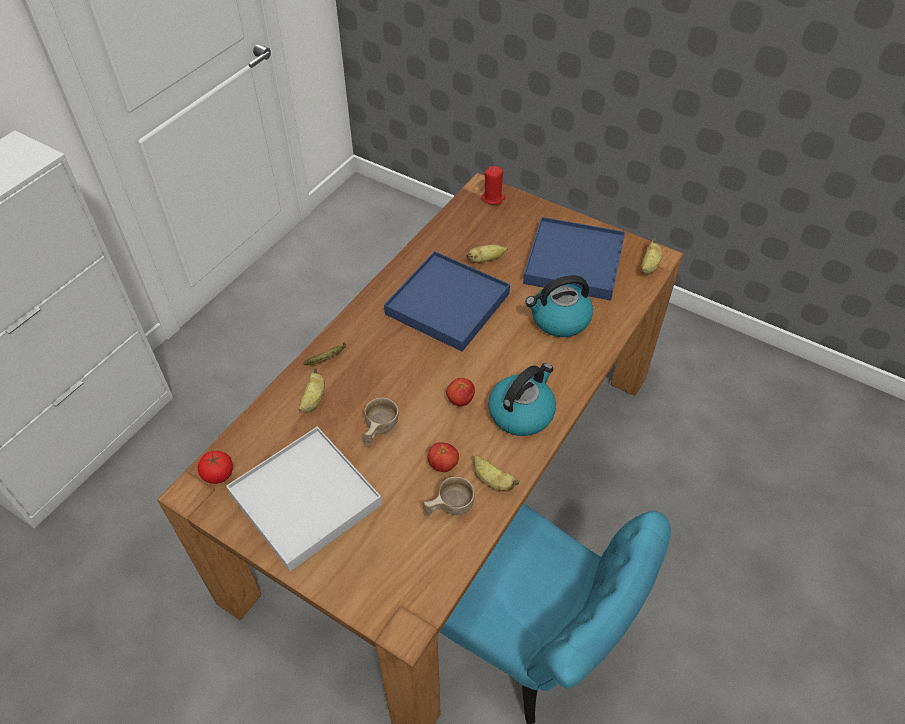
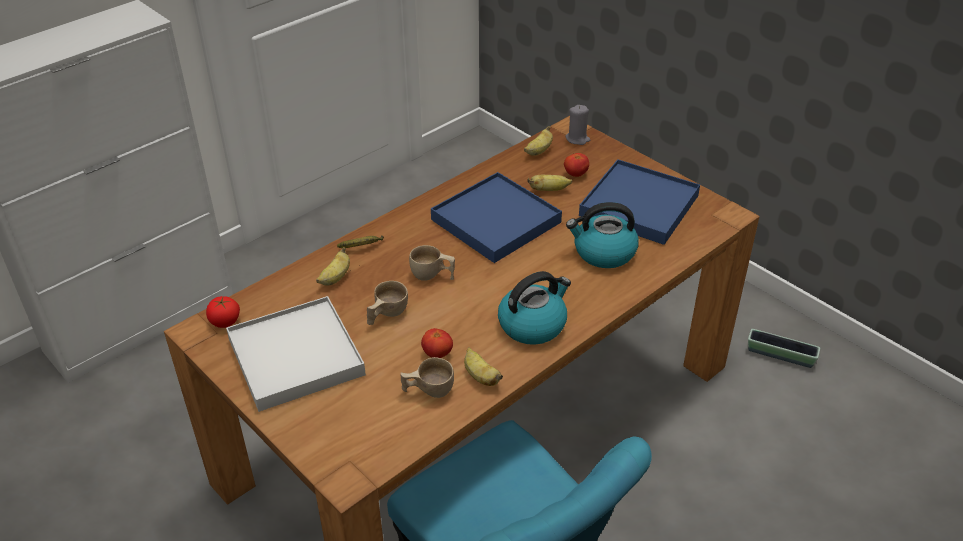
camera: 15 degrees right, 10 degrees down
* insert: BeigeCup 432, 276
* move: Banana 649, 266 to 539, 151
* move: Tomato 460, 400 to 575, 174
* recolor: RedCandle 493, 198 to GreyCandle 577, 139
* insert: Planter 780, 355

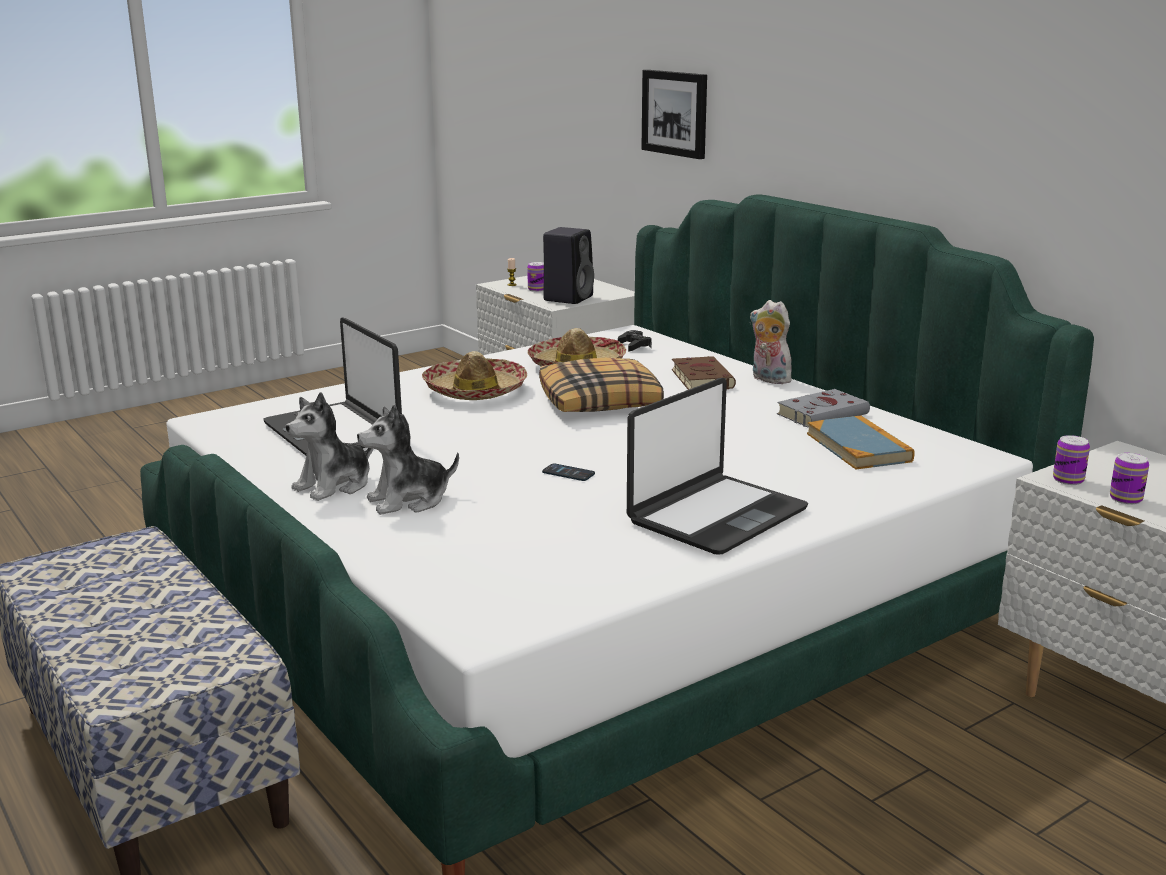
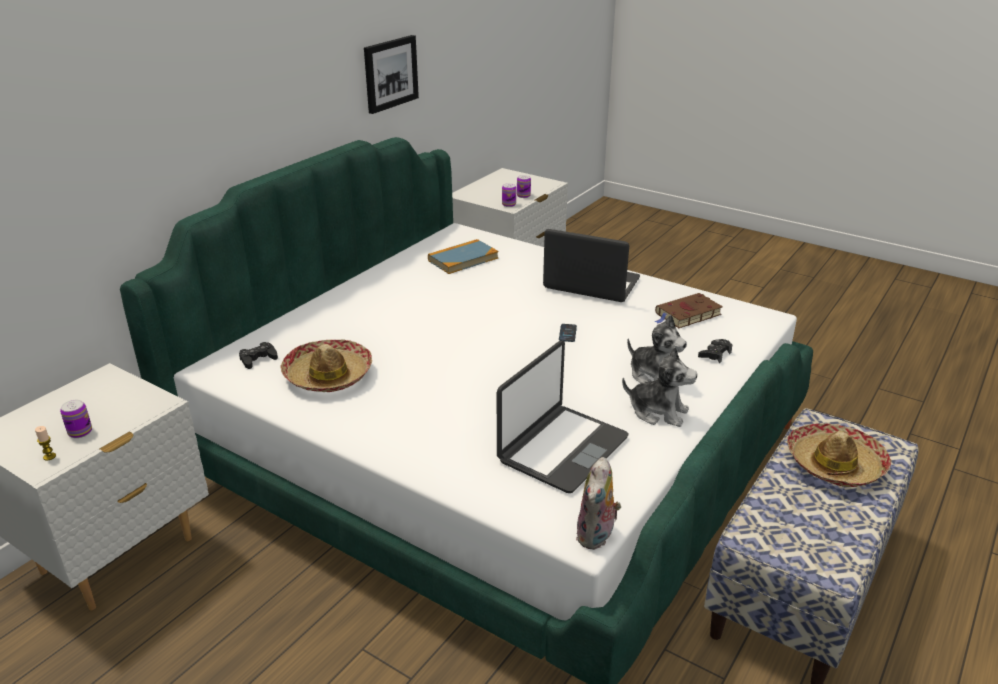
camera: 110 degrees left, 10 degrees up
* move: Picture 675, 113 to 390, 73
* move: PlushToy 768, 379 to 597, 536
* move: BrownBook 701, 378 to 687, 315
* insert: BlackGameController 715, 354
* move: Hat 475, 391 to 835, 464
* delete: Pillow 601, 402
* delete: BlackSpeaker 568, 298
* delete: GreyBook 824, 414

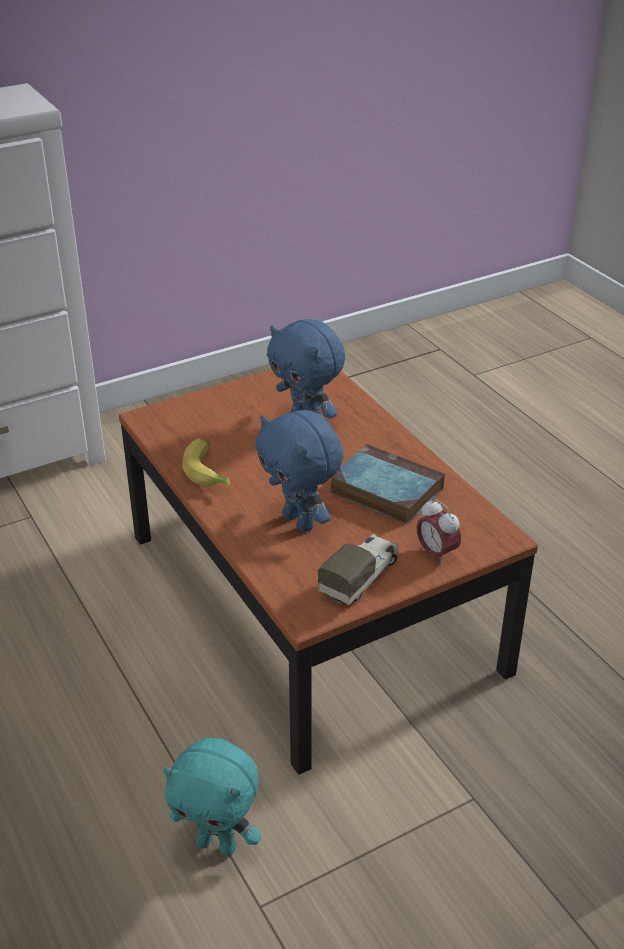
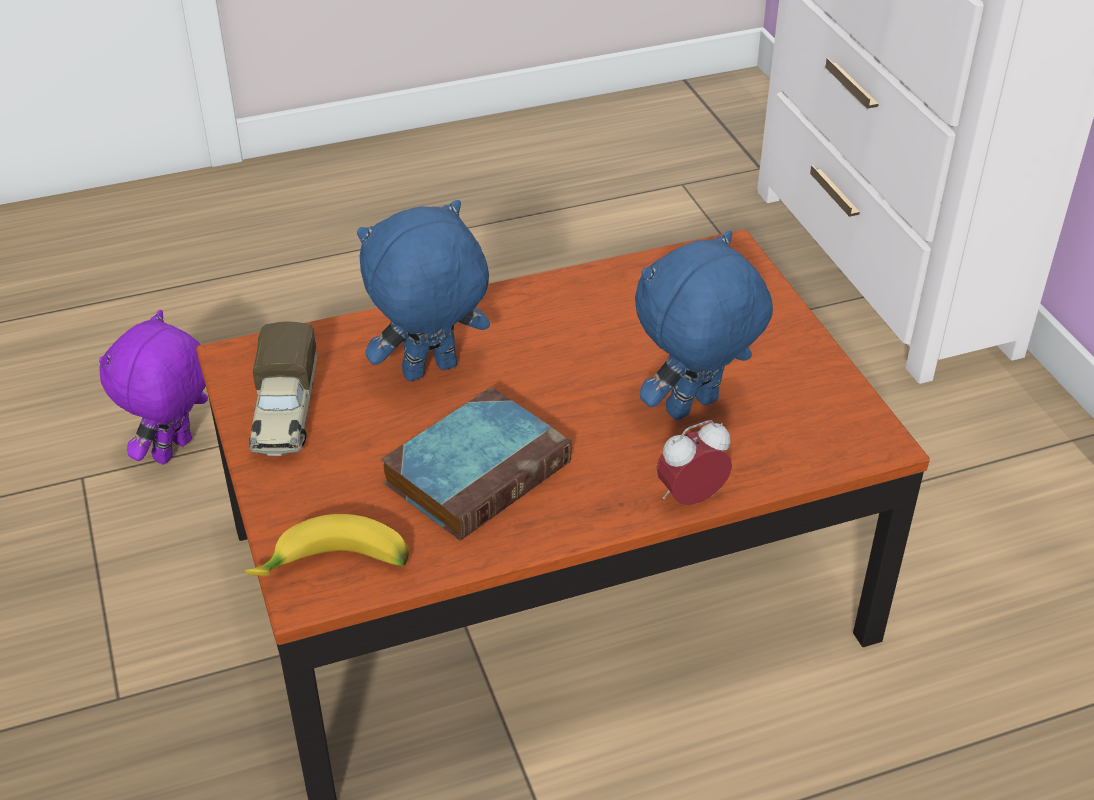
camera: 100 degrees right, 5 degrees up
* recolor: TurquoisePlushToy 218, 844 to PurplePlushToy 175, 452
* move: Banana 210, 472 to 334, 569
* rotate: ToyTruck 360, 578 = 285, 414 45 degrees clockwise
* move: AlarmClock 436, 554 to 691, 497

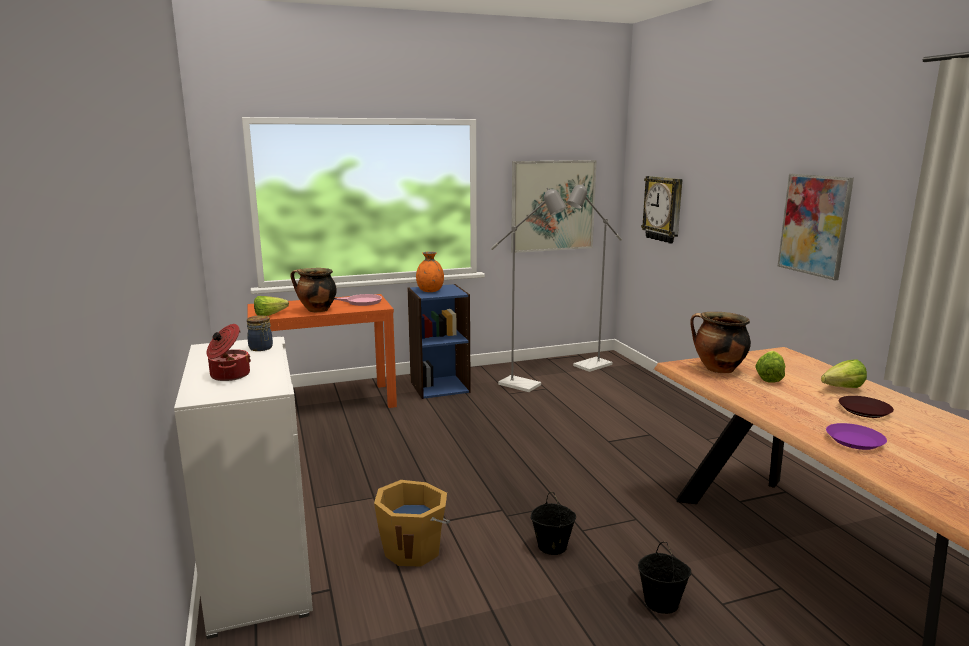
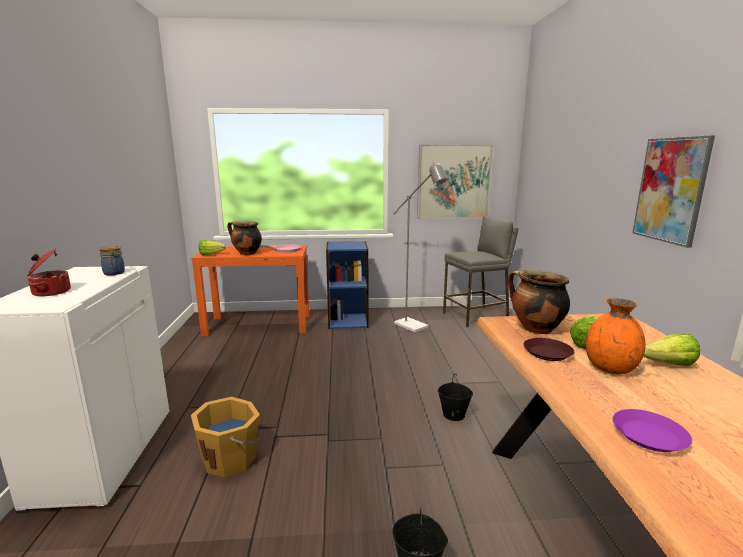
camera: 15 degrees right, 0 degrees up
* move: BlackBucket 551, 546 to 453, 414
* replace: GreyFloorLamp 588, 366 to GreyStool 476, 316
* move: BrownPlate 863, 410 to 547, 353
* move: OrangeVase 430, 291 to 610, 368
* delete: WallClock 663, 209

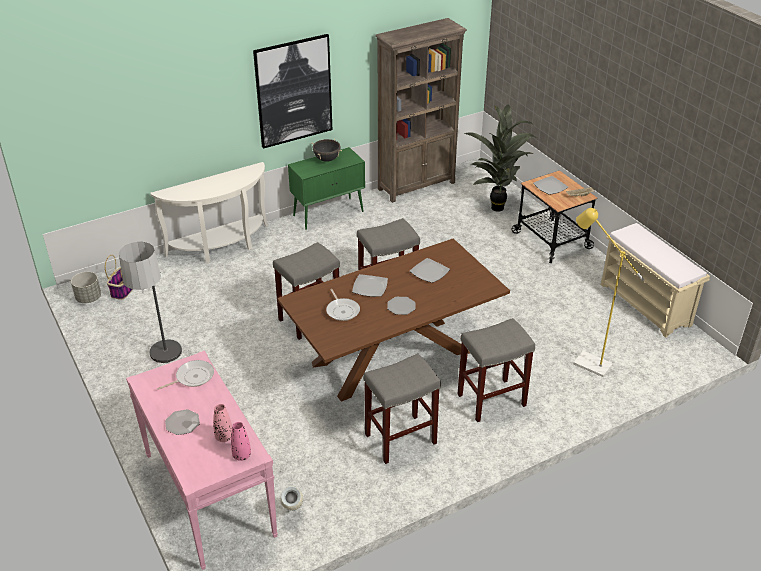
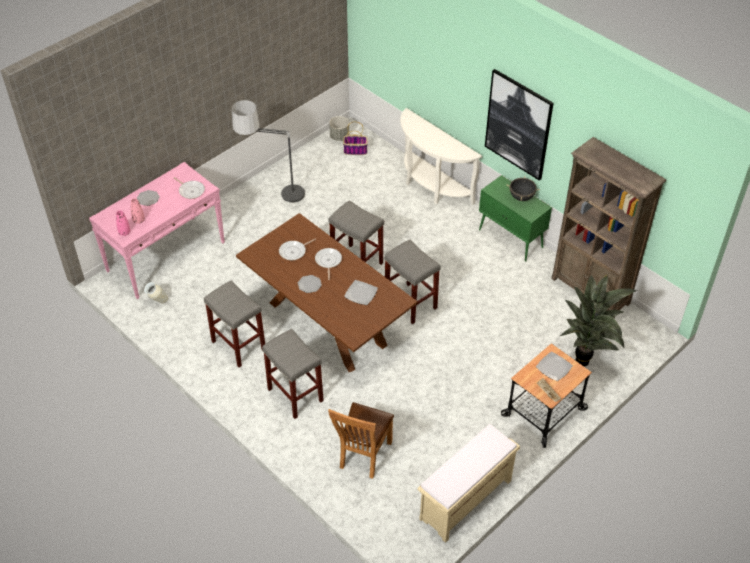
camera: 75 degrees right, 10 degrees up
* replace: Plate 370, 287 to FryingPan 328, 261
* replace: YellowFloorLamp 586, 362 to BrownChair 363, 457

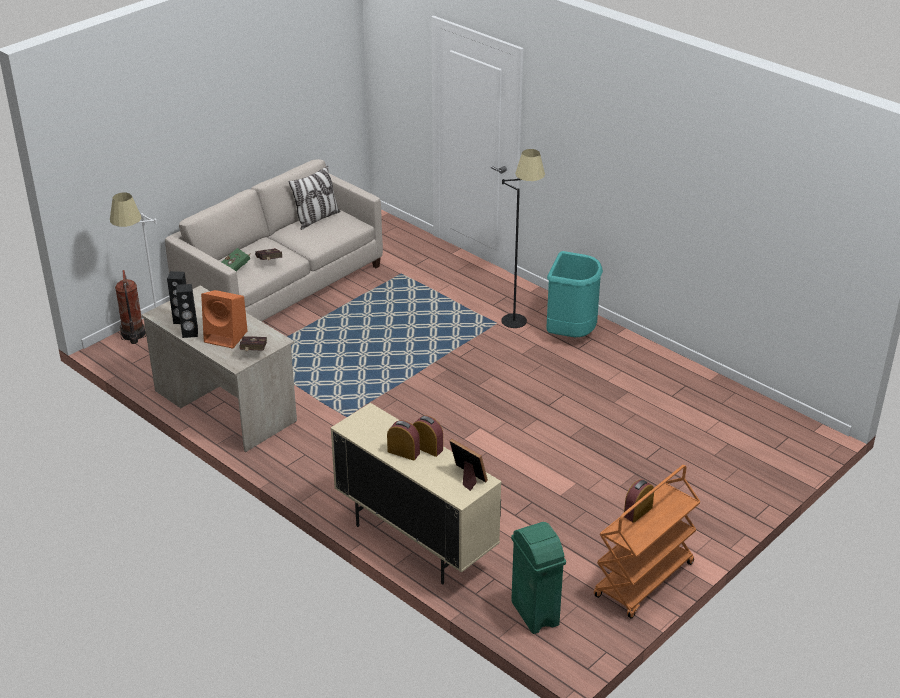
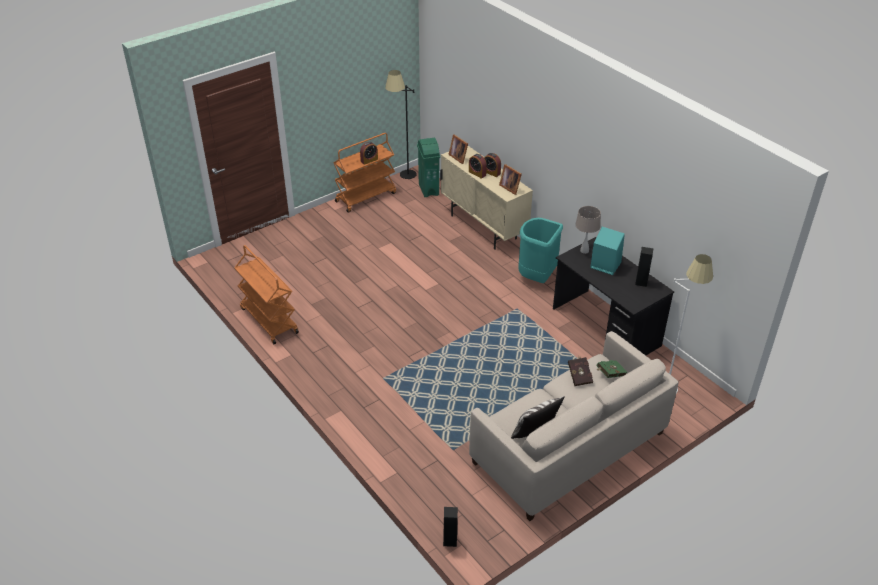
camera: 170 degrees left, 5 degrees up
* insert: OrangeCart 268, 320
* move: BlackFloorLamp 519, 315 to 403, 177
* move: BlackSpeaker 190, 333 to 450, 541
* insert: PictureFrame 510, 187
* move: TurquoiseTrashCan 570, 335 to 536, 277
* recolor: BeigeDesk 225, 406 to BlackDesk 605, 327
* replace: RedBook 253, 352 to BeigeTableLamp 584, 251
* recolor: OrangeSpeaker 227, 336 to TurquoiseSpeaker 604, 265
* delete: FireExtinguisher 133, 335

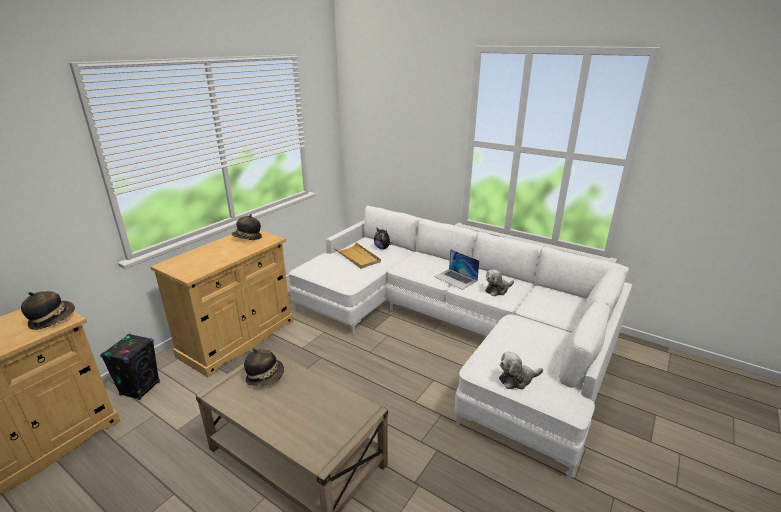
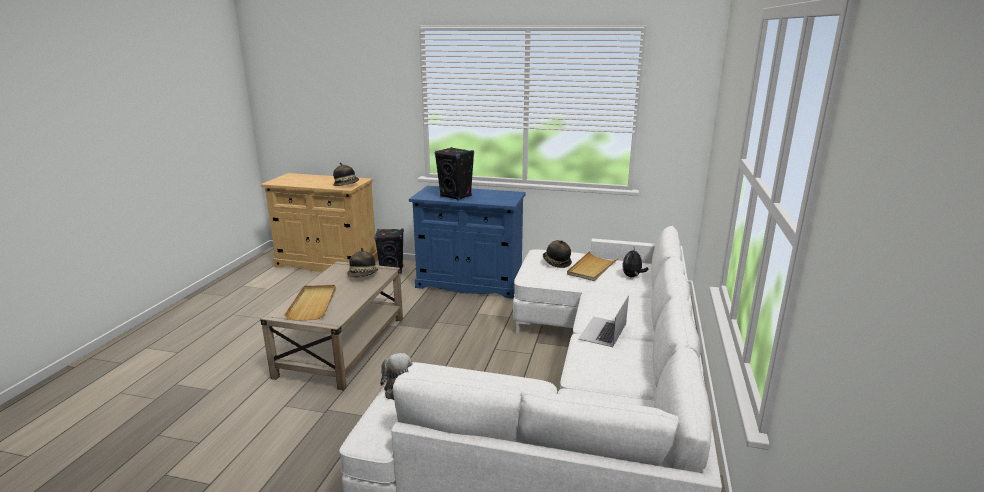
camera: 70 degrees right, 5 degrees down
* insert: BeigeTray 313, 304
* recolor: BeigeCabinet 238, 338 to BlueCabinet 469, 283
* insert: BlackSpeaker 456, 196
* move: Hat 247, 238 to 556, 263
* delete: PlushToy 497, 290

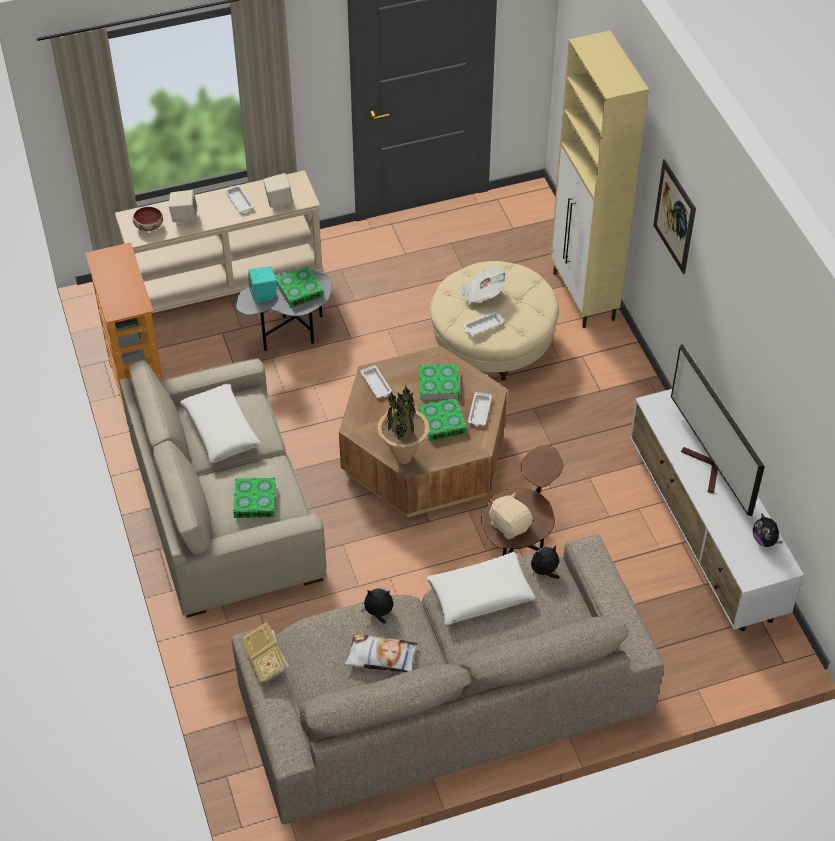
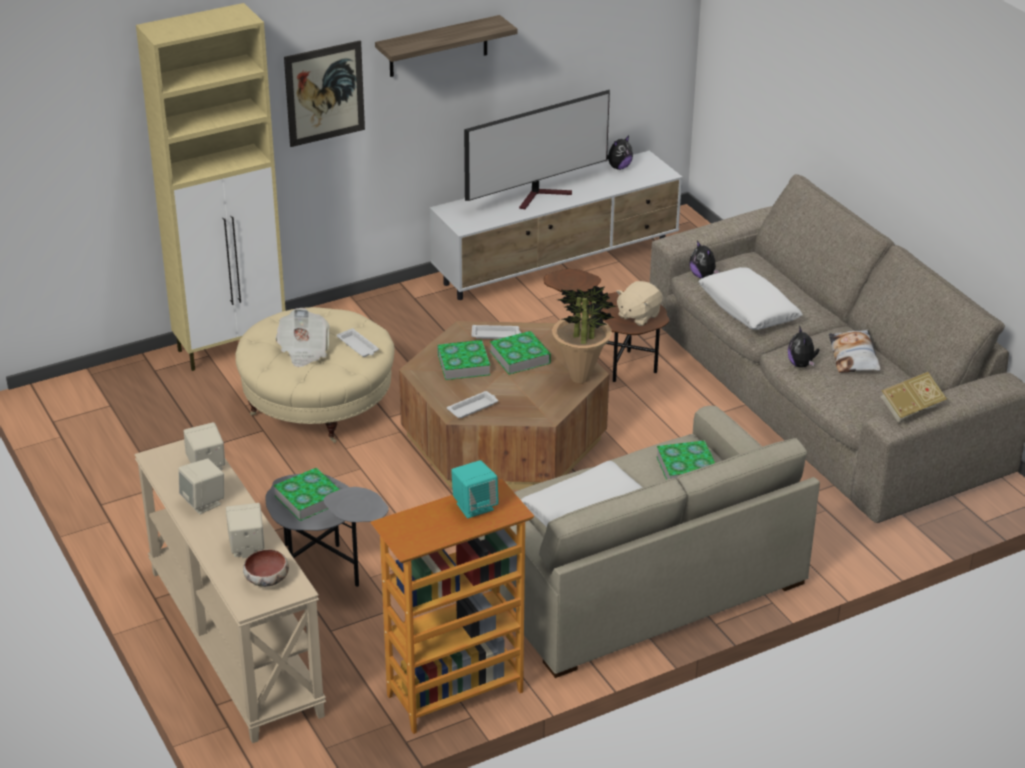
camera: 100 degrees left, 15 degrees down
* replace: WhiteTray 239, 200 to BeigeSpeaker 204, 502
* insert: Shelf 438, 46
* move: TurquoiseSpeaker 263, 295 to 474, 506

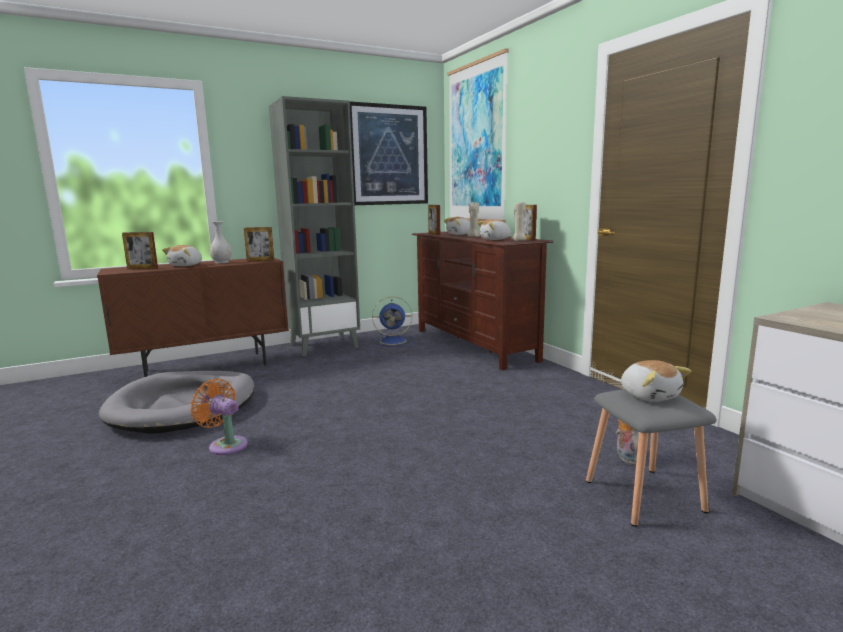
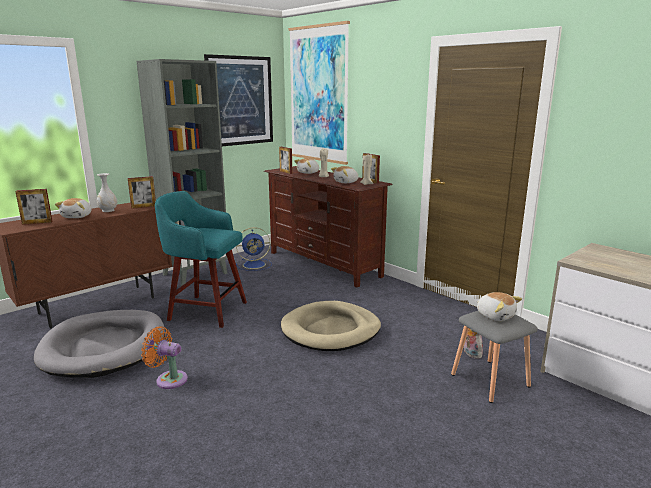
camera: 15 degrees left, 5 degrees up
* insert: TurquoiseStool 205, 310
* insert: BeigeDogBed 331, 330

